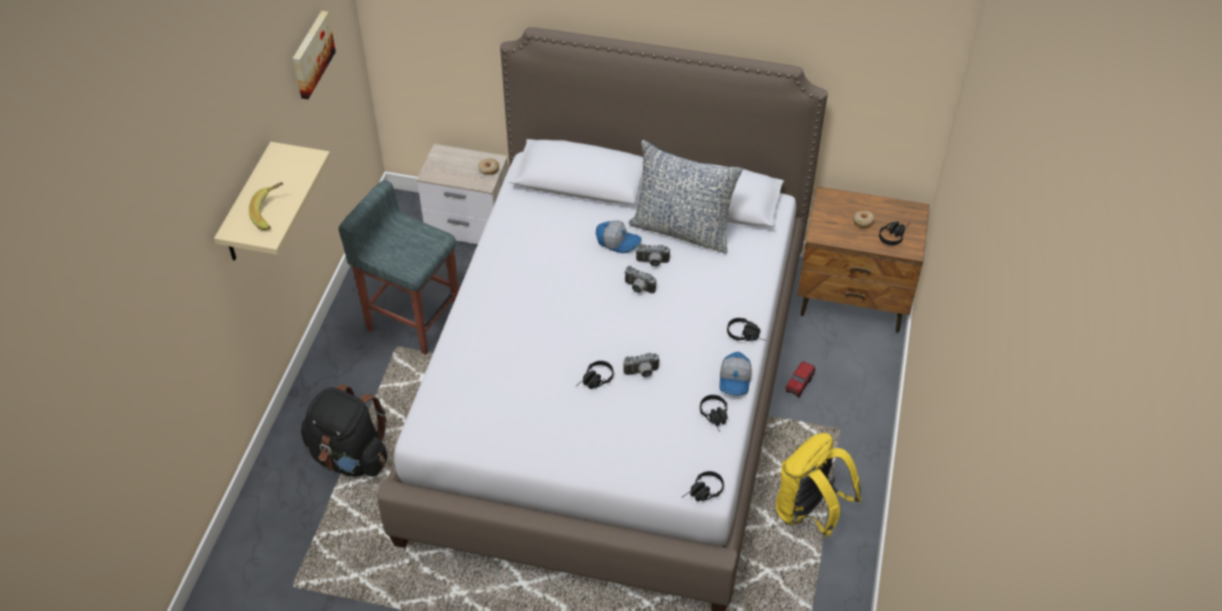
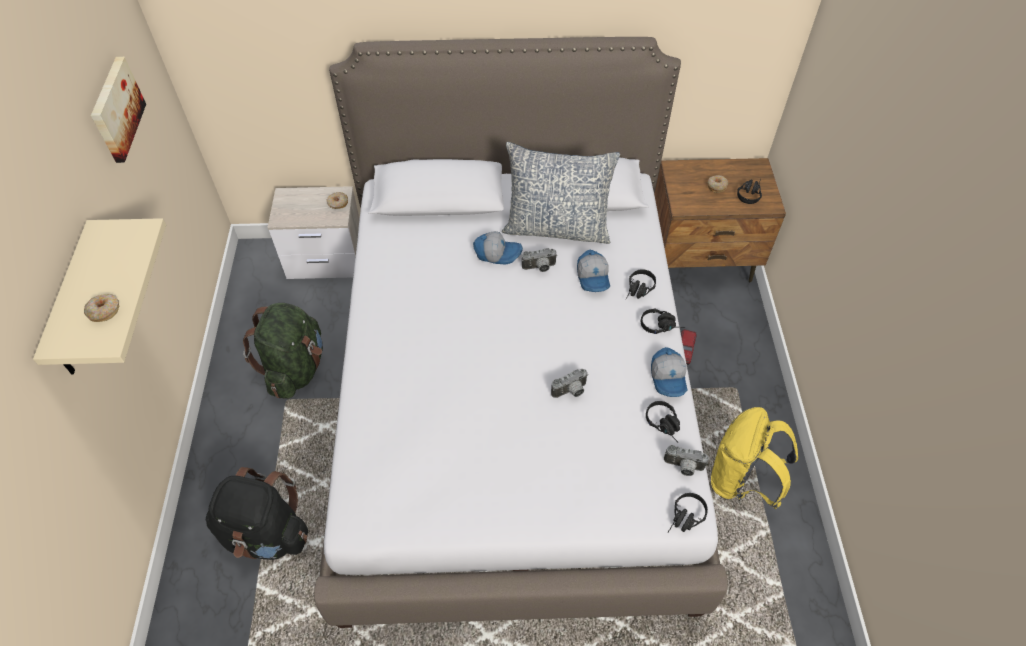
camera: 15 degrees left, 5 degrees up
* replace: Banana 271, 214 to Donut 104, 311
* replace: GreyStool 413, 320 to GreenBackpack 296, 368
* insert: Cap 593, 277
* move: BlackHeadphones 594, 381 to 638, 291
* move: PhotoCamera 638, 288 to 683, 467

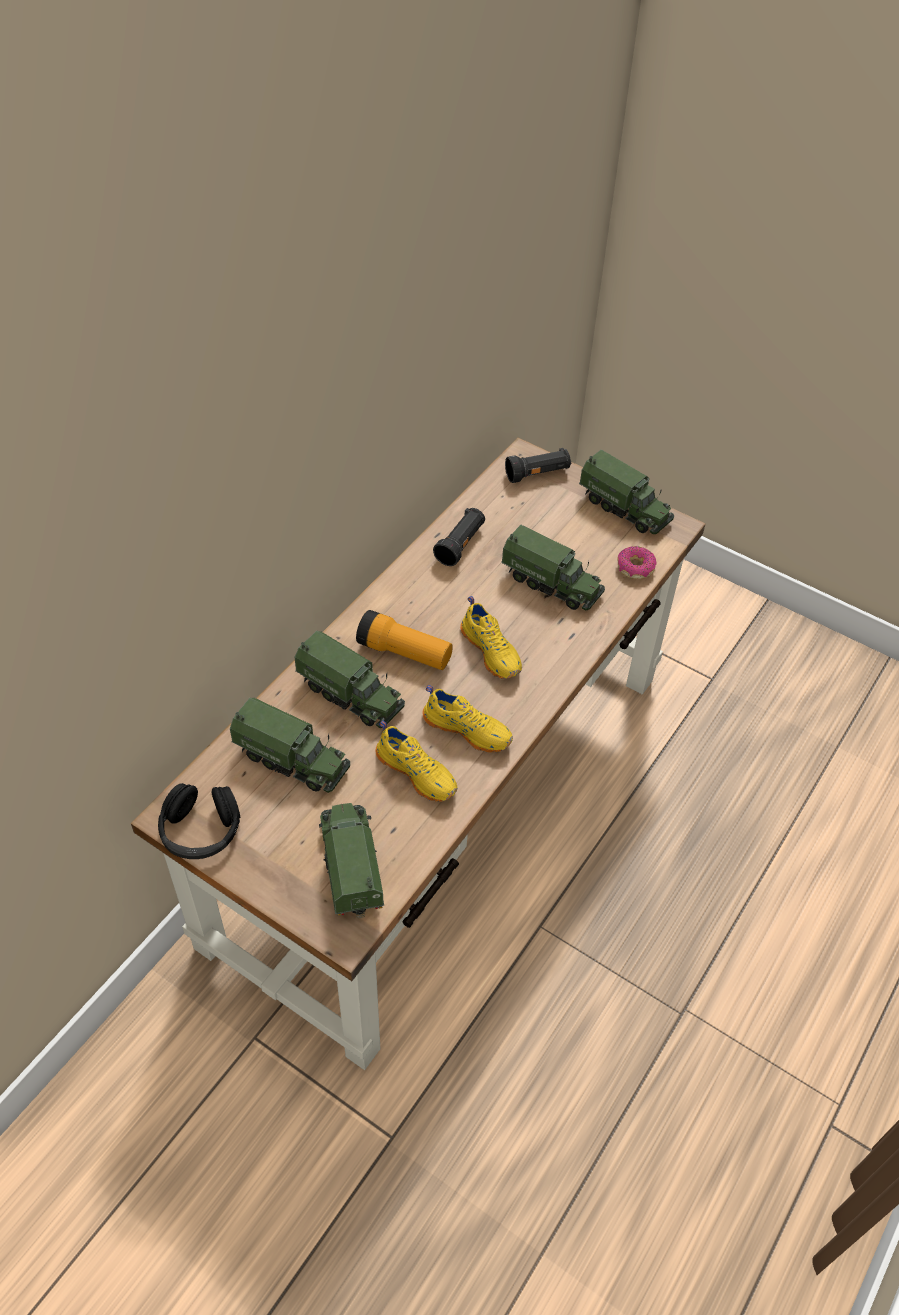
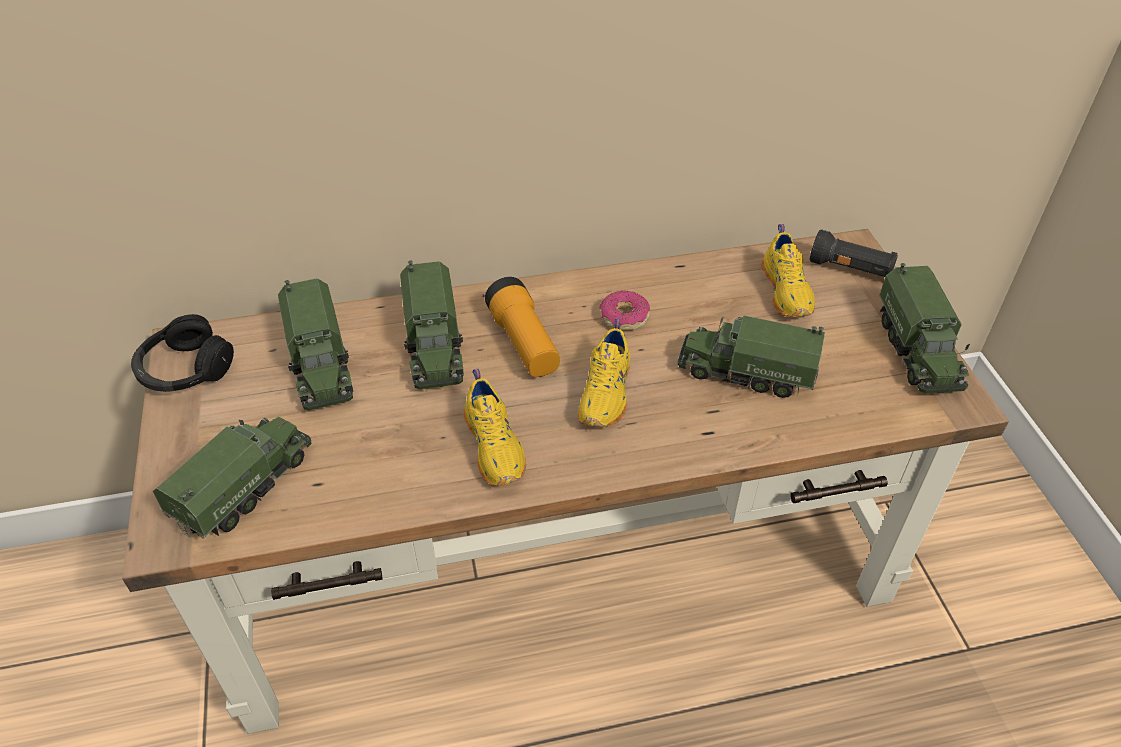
camera: 45 degrees right, 5 degrees down
* move: Donut 635, 568 to 624, 317
* rotate: ToyTruck 552, 583 = 746, 372 120 degrees clockwise
* move: YellowShoe 418, 772 to 787, 291
* delete: BlackFlashlight 460, 544

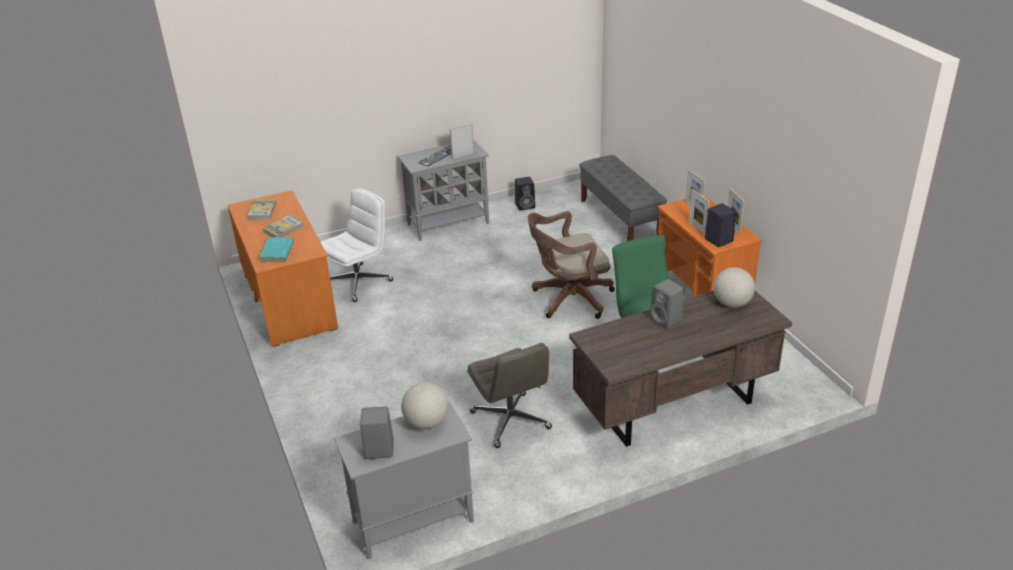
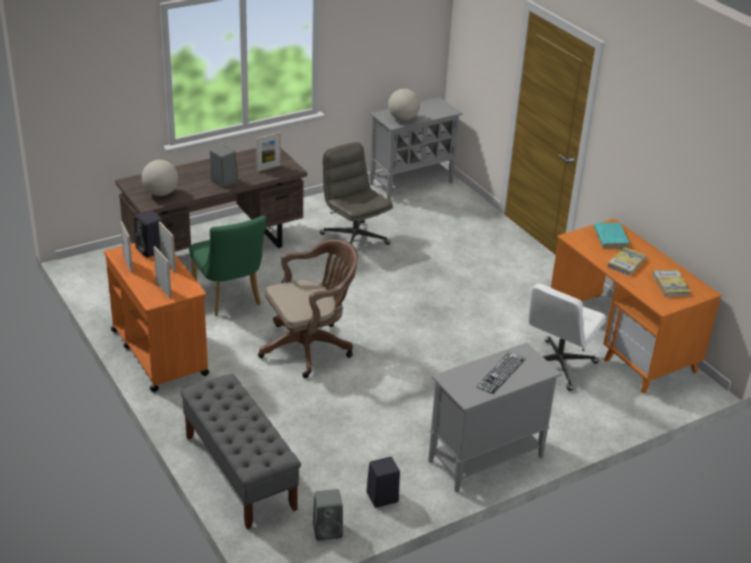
camera: 170 degrees right, 0 degrees up
* move: PictureFrame 463, 156 to 268, 168
* move: GreySpeaker 378, 450 to 328, 530

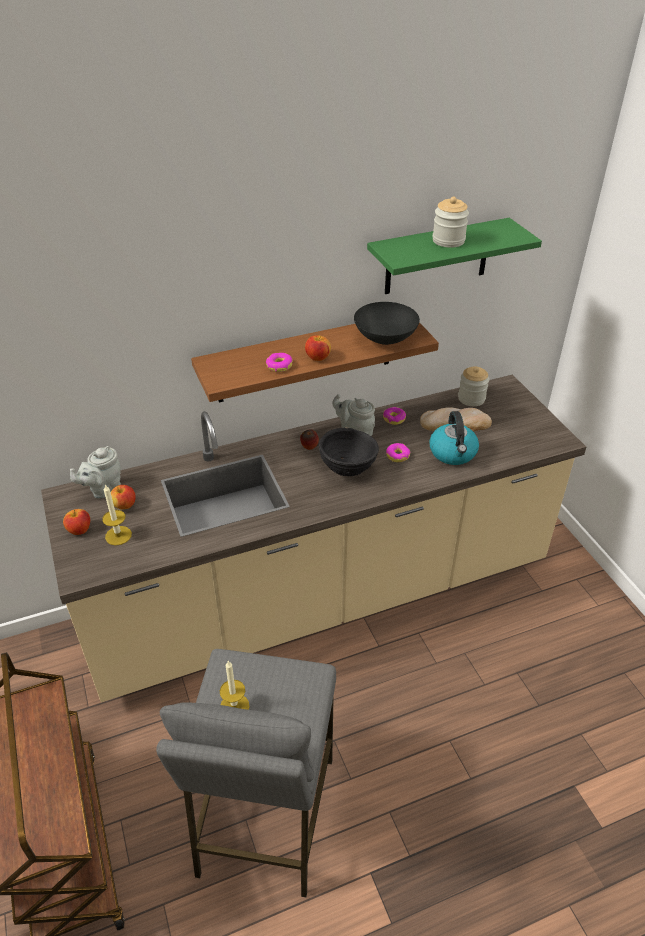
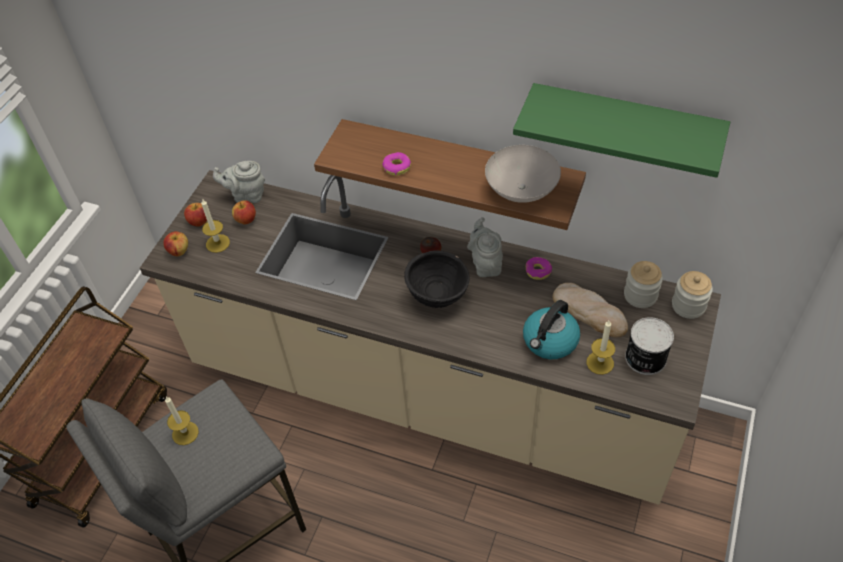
camera: 45 degrees right, 10 degrees up
* move: Apple 317, 358 to 179, 251
* recolor: BlackBowl 384, 339 to WhiteBowl 521, 189
* insert: Candle 600, 363
* insert: Can 644, 358
* move: Jar 448, 241 to 688, 305
* delete: Donut 397, 455

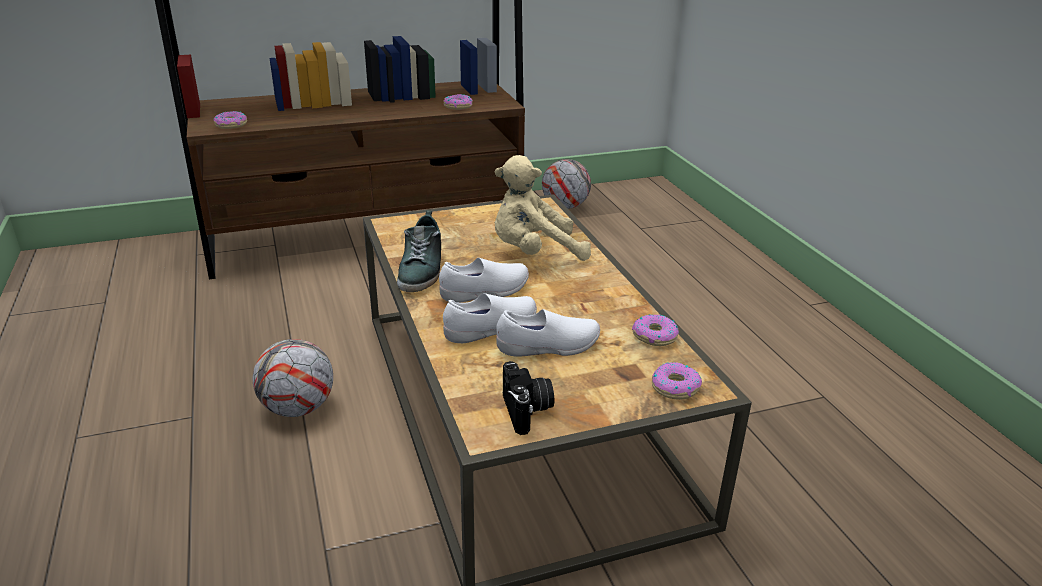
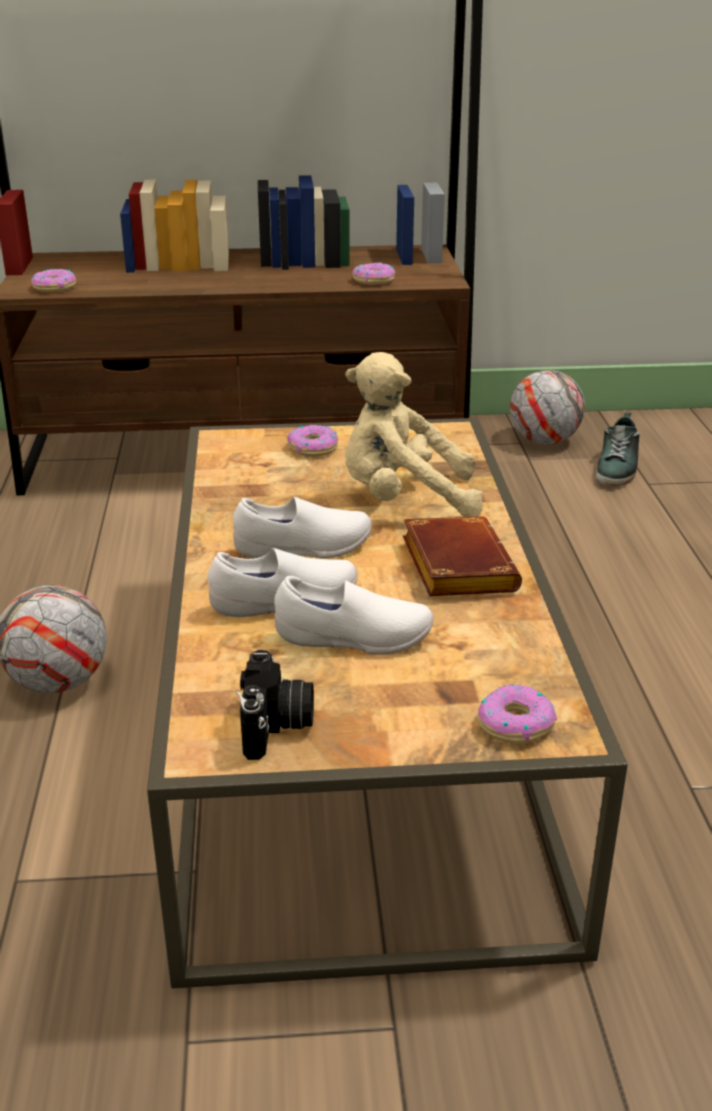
camera: 15 degrees right, 0 degrees up
* move: Donut 654, 336 to 313, 448
* insert: BrownBook 453, 566
* move: Shoe 422, 269 to 617, 468

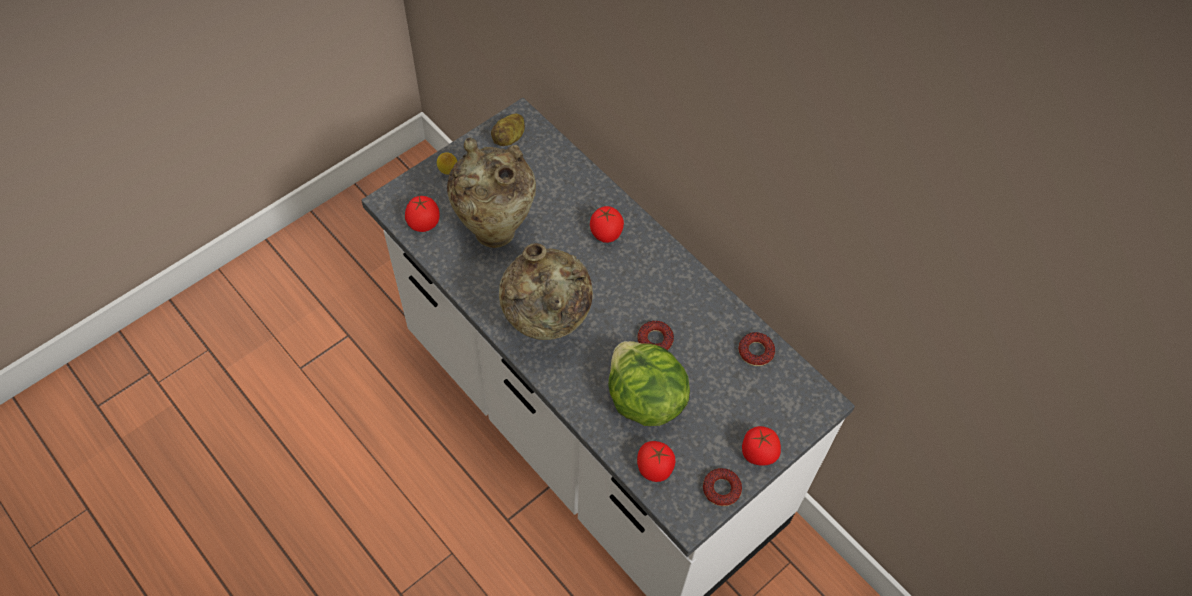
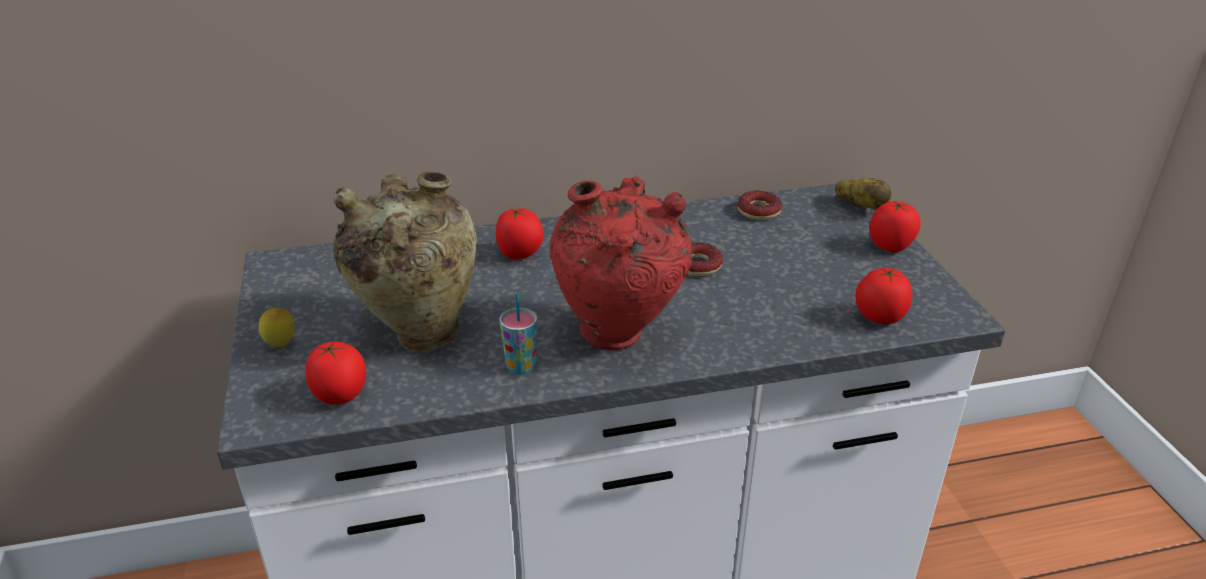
camera: 60 degrees left, 25 degrees down
* insert: Cup 521, 367
* recolor: BeigeVase 547, 329 to RedVase 619, 338
* move: Potato 509, 138 to 860, 207
* delete: Lettuce 644, 399
* delete: Donut 721, 489

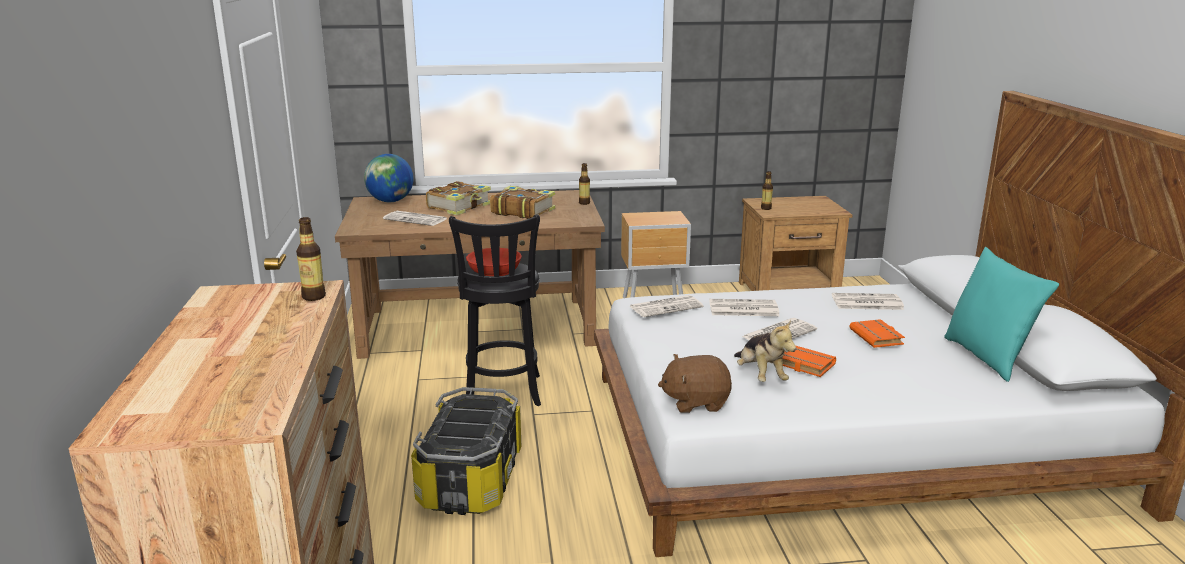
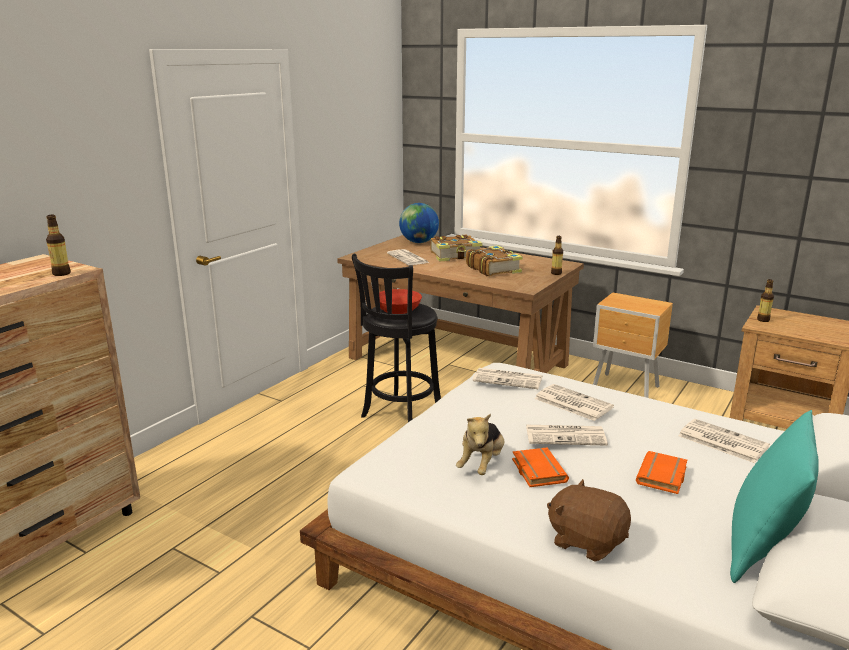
camera: 40 degrees right, 0 degrees up
* move: BrownPlushToy 695, 402 to 586, 541
* delete: StorageBox 470, 480

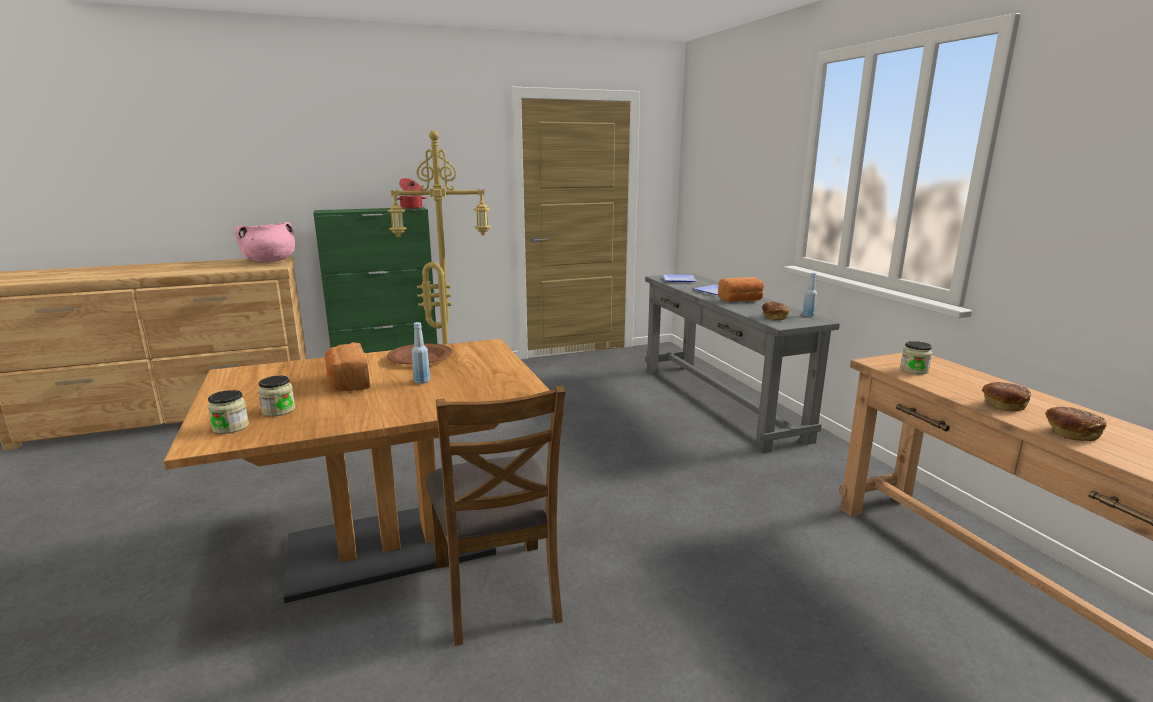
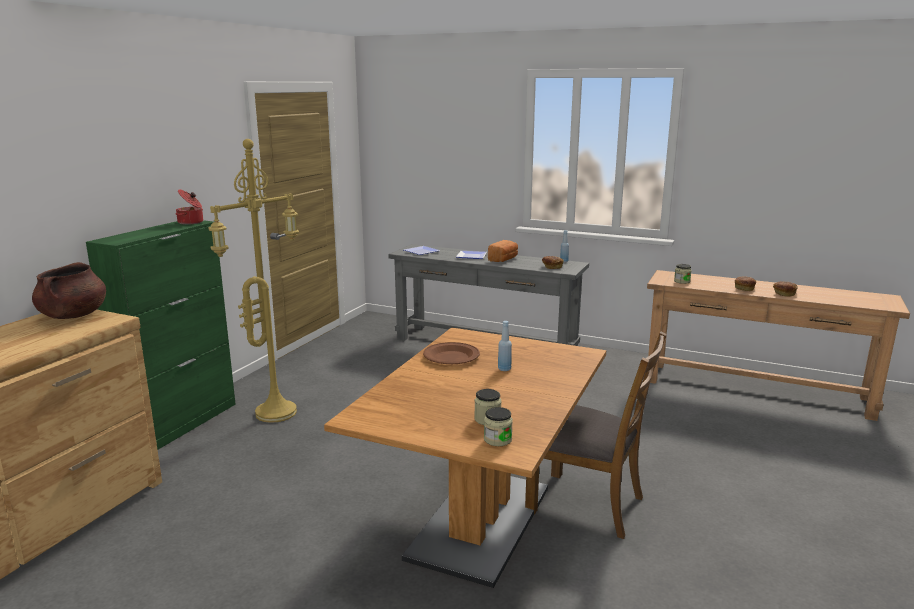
camera: 45 degrees left, 0 degrees up
* recolor: PinkCookingPot 270, 261 to BrownCookingPot 73, 315
* delete: Bread 348, 383

